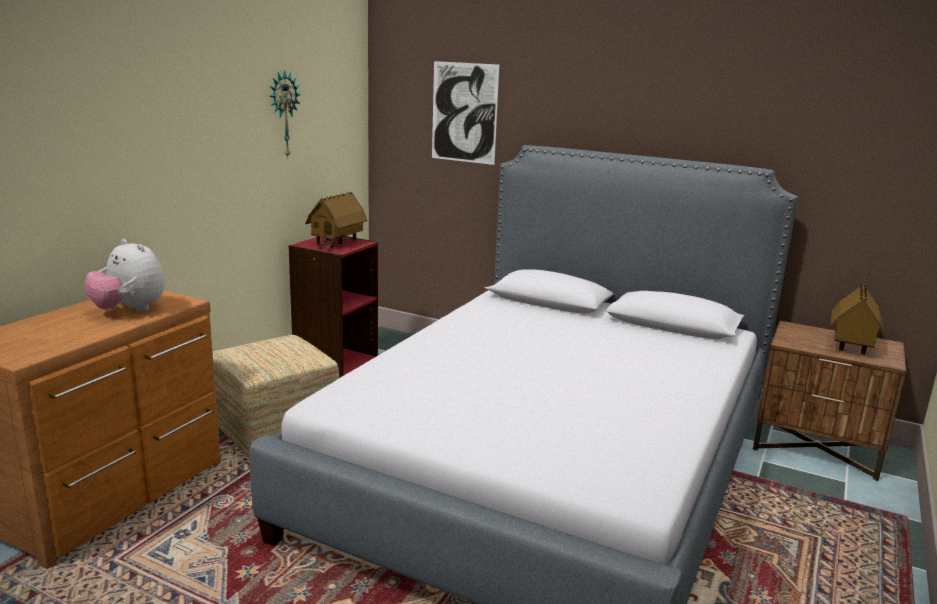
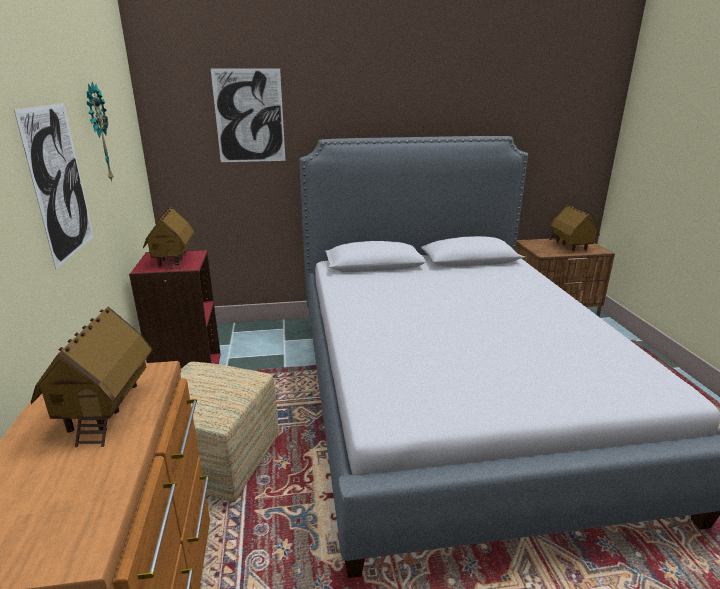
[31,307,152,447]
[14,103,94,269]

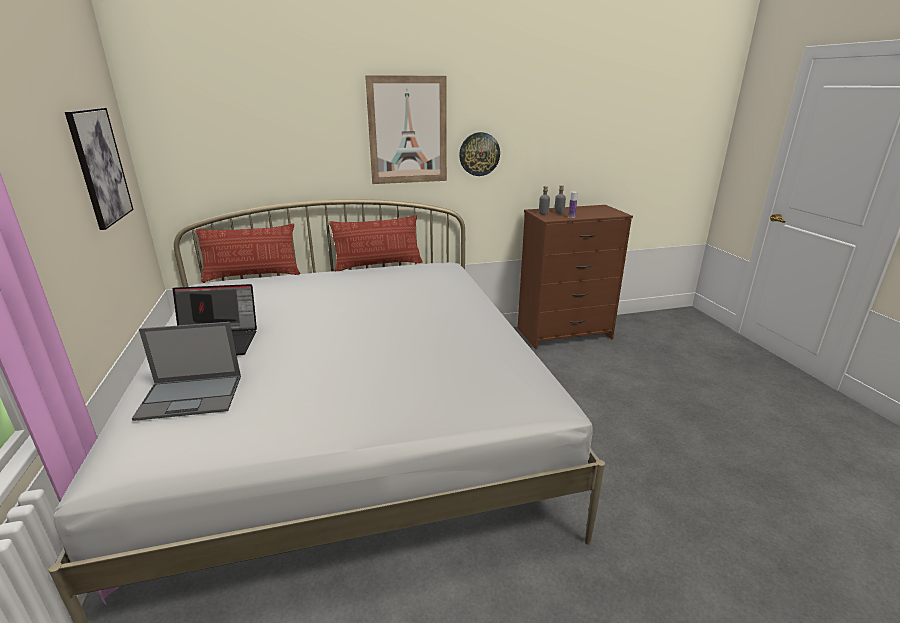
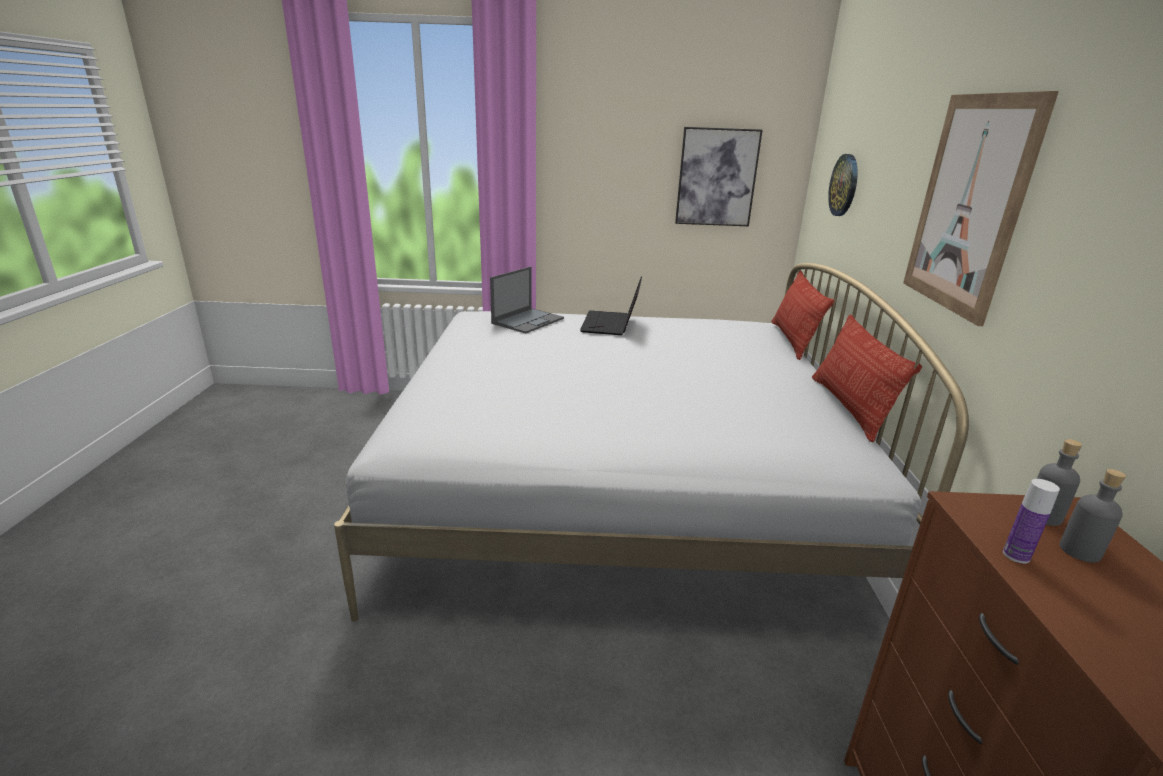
[490,266,564,333]
[828,154,858,216]

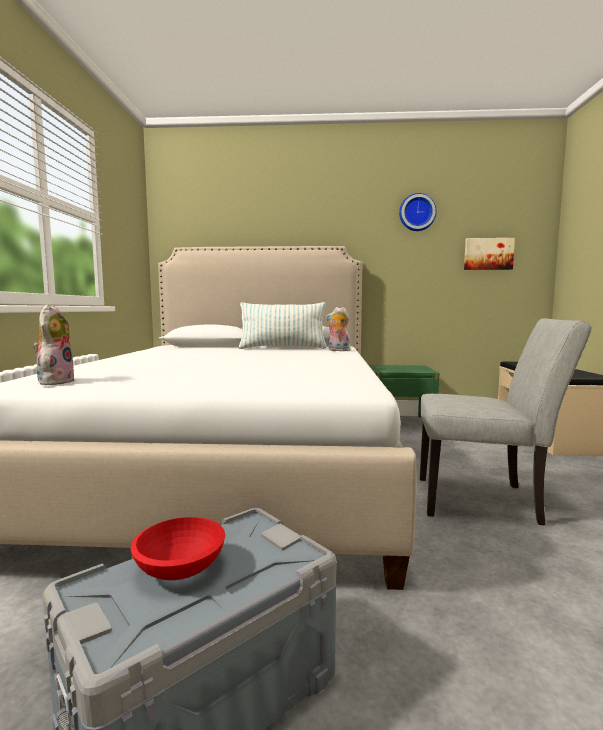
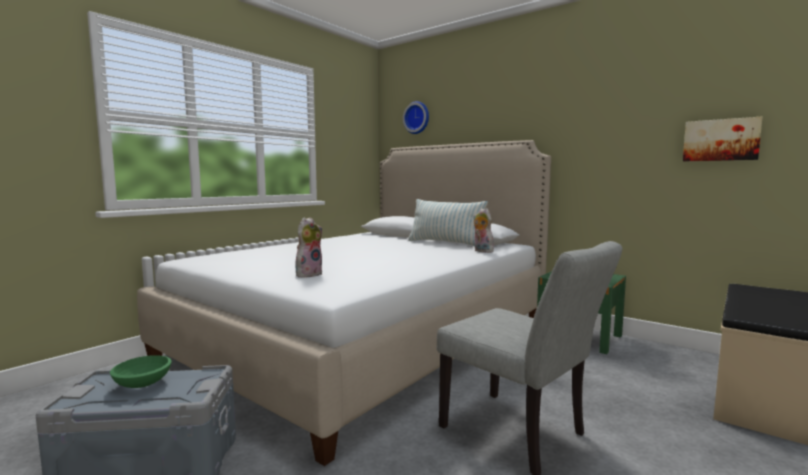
[295,217,322,278]
[110,355,172,388]
[403,101,429,134]

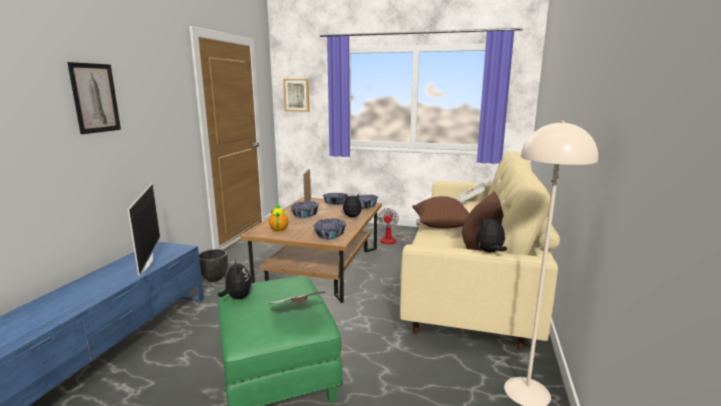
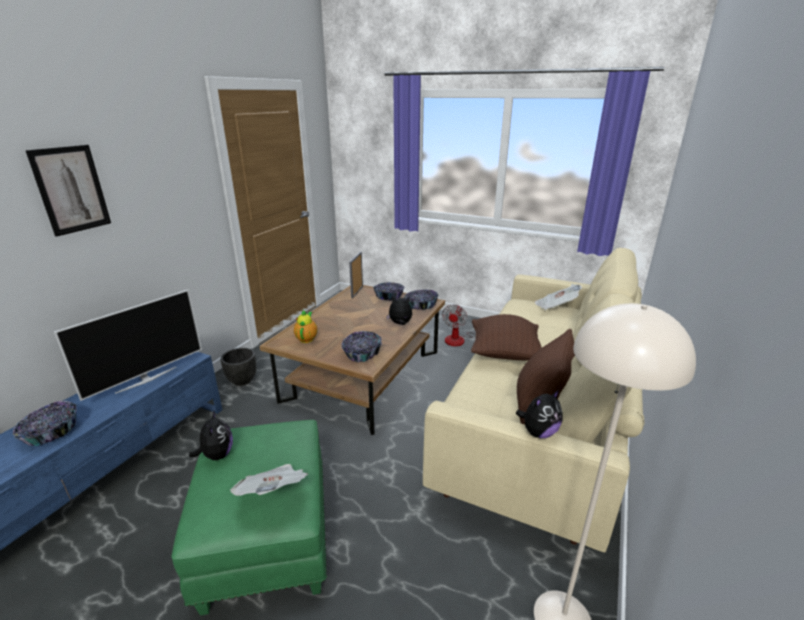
[54,290,202,401]
[283,79,309,112] (first image)
[13,401,77,446]
[516,390,563,438]

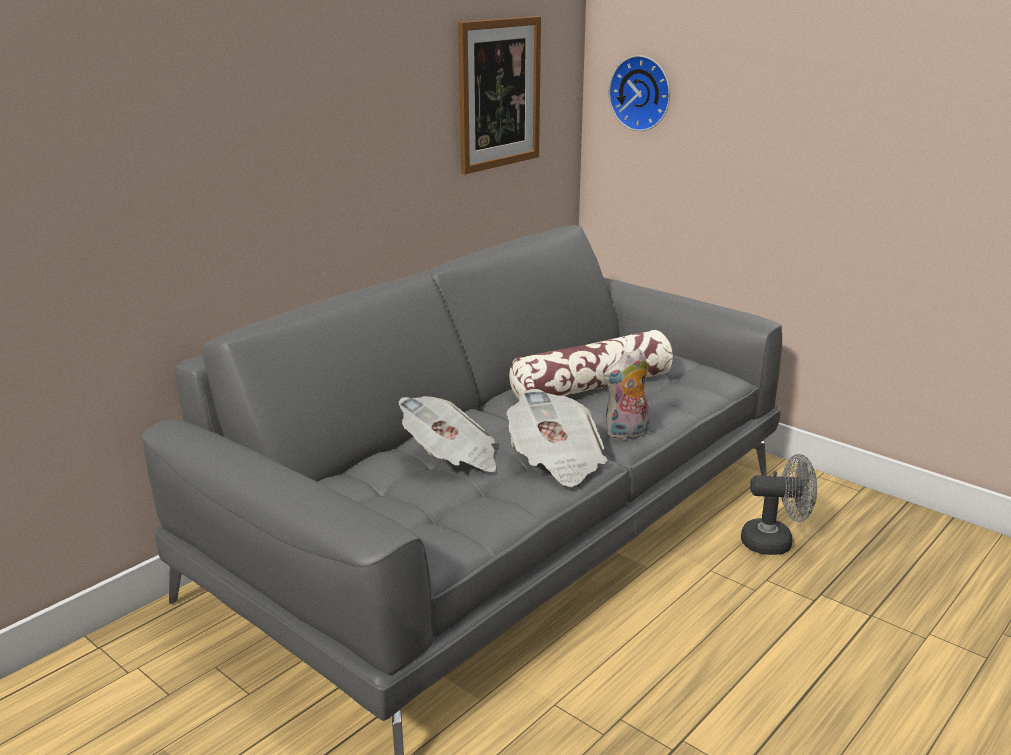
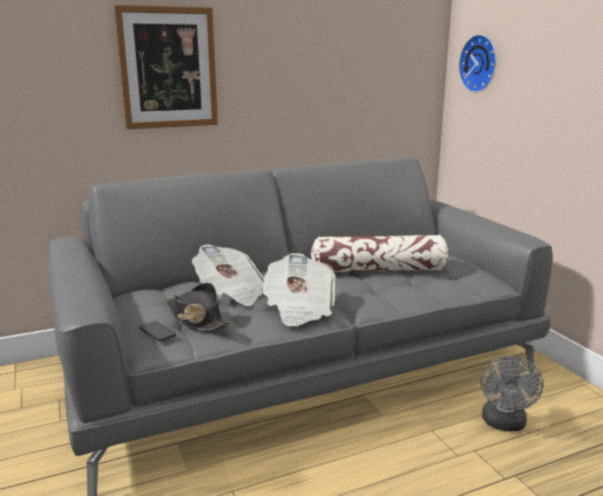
[114,5,218,129]
[603,348,649,440] (first image)
[481,356,543,431]
[139,321,176,341]
[165,283,233,331]

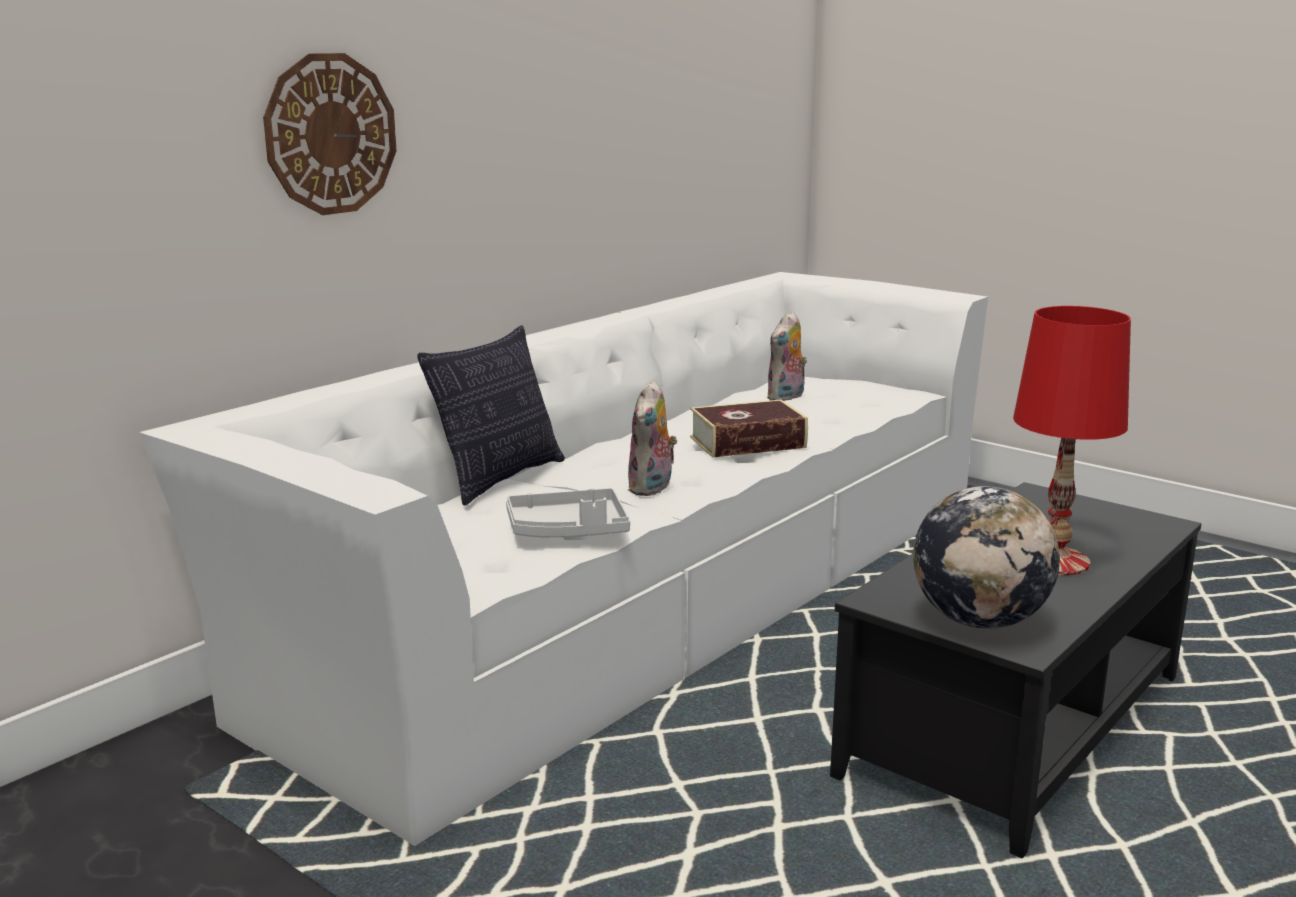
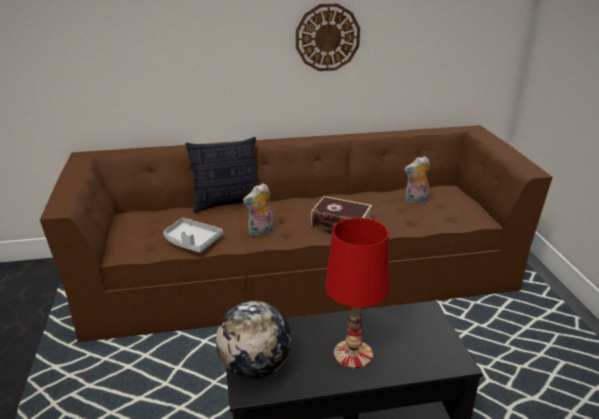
[40,125,553,342]
[296,4,360,71]

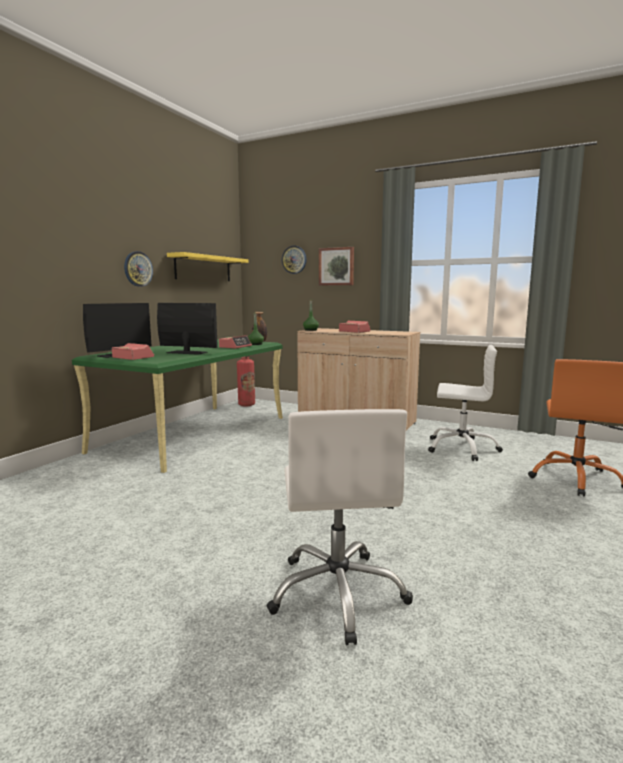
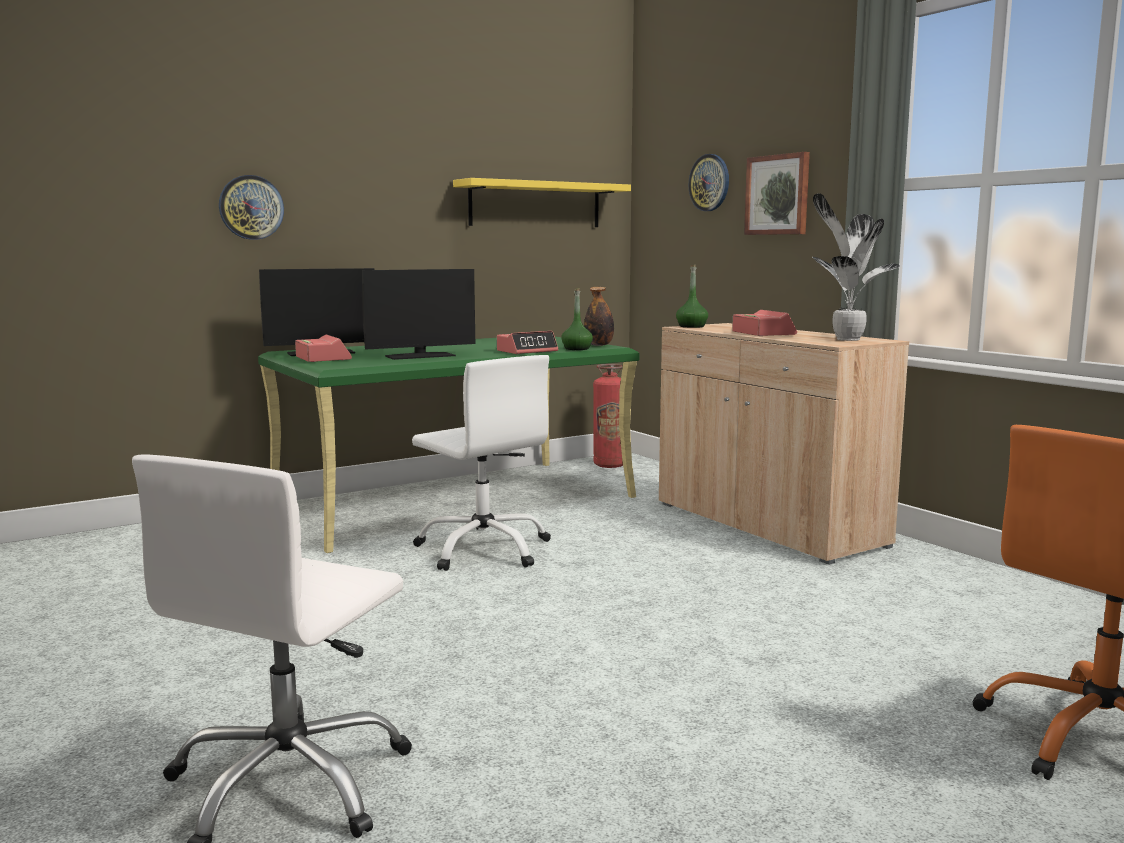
[219,175,284,240]
[362,269,475,360]
[412,355,551,571]
[812,193,900,341]

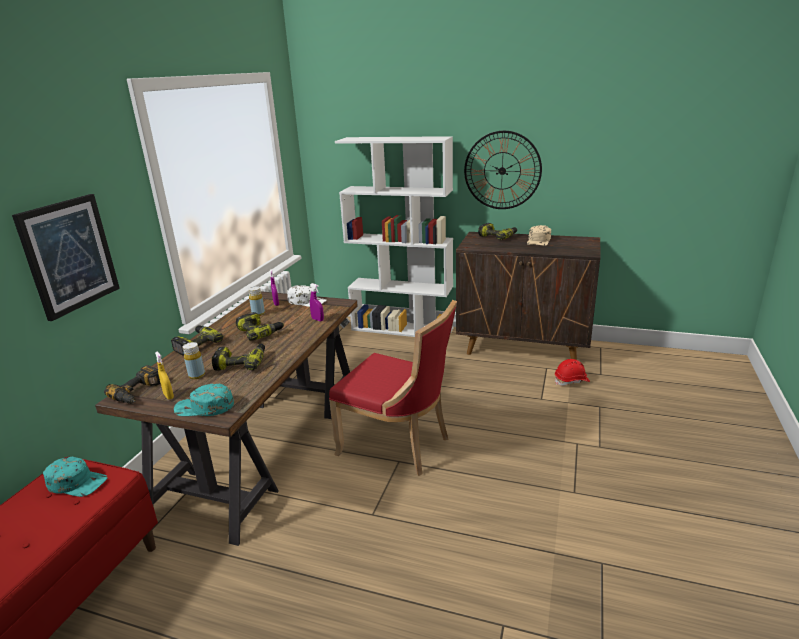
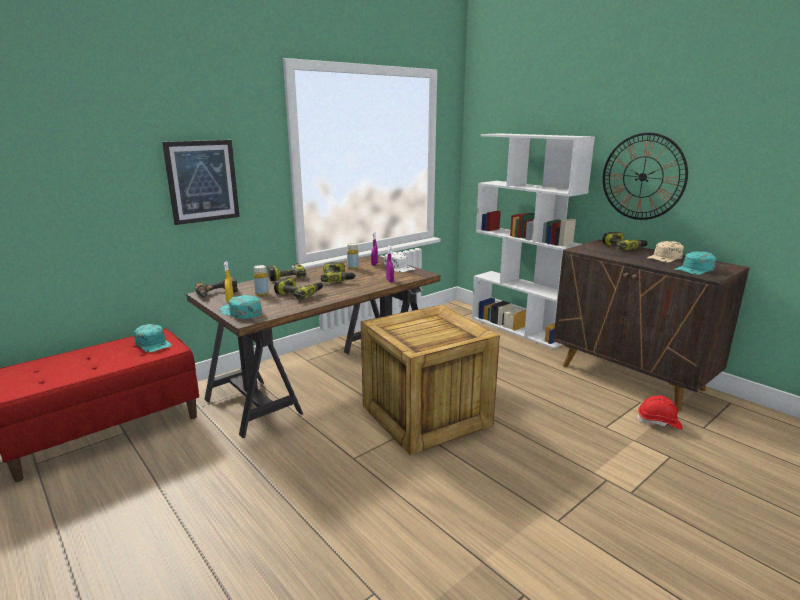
[361,305,500,455]
[674,251,716,275]

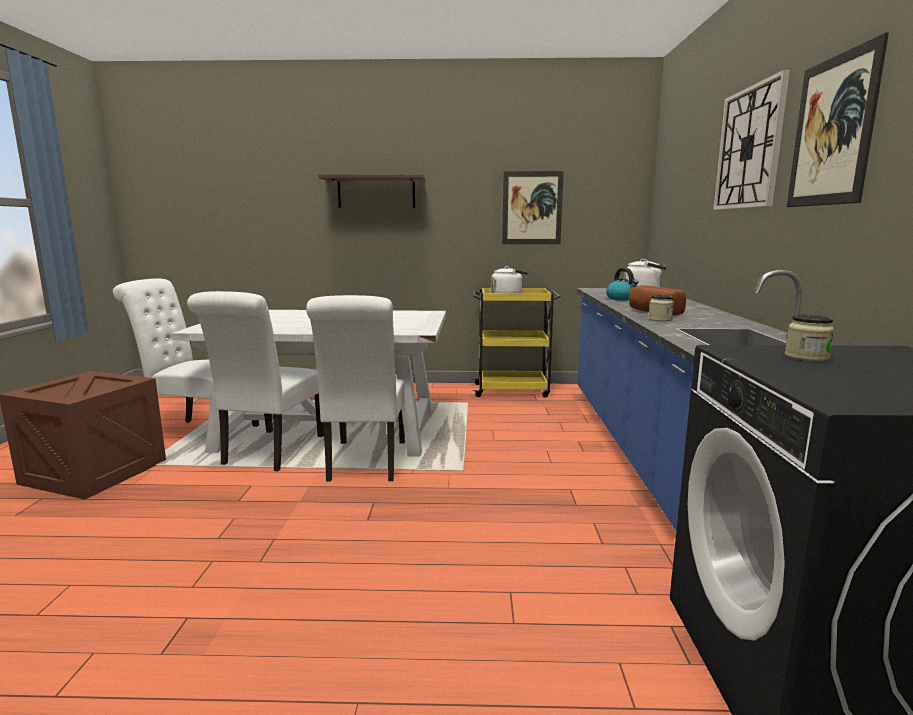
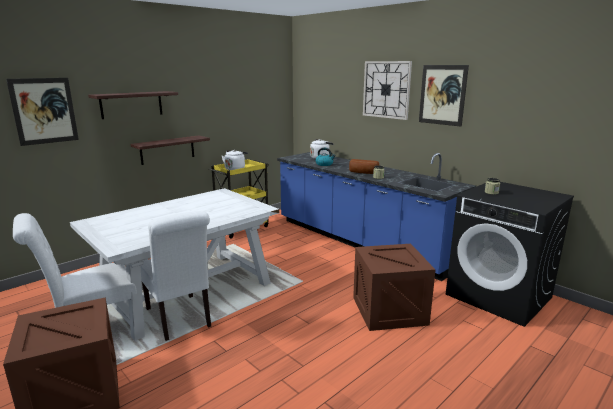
[306,295,405,481] (first image)
[6,78,79,146]
[130,136,210,165]
[353,244,436,331]

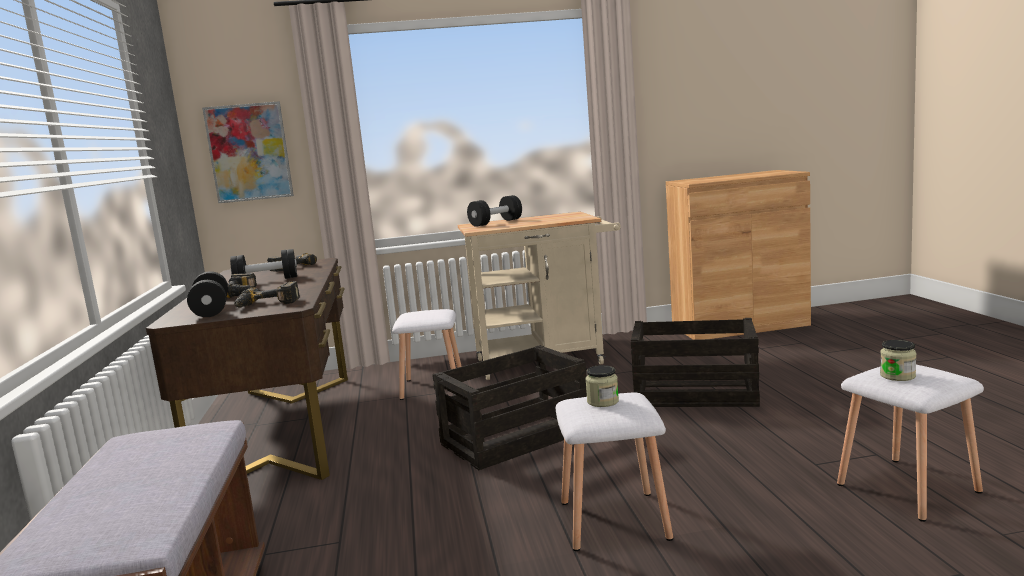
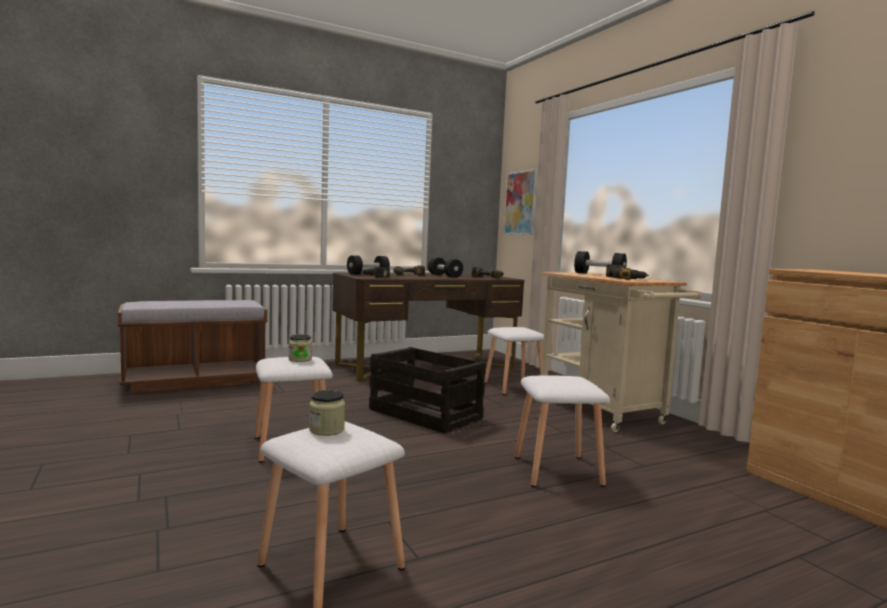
[514,376,610,487]
[606,264,649,280]

